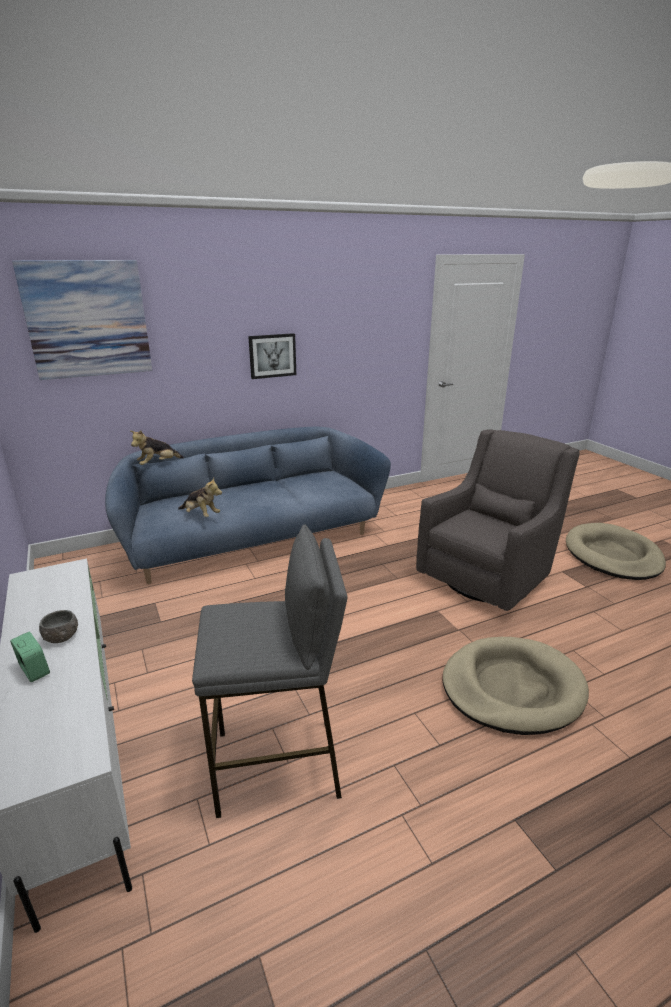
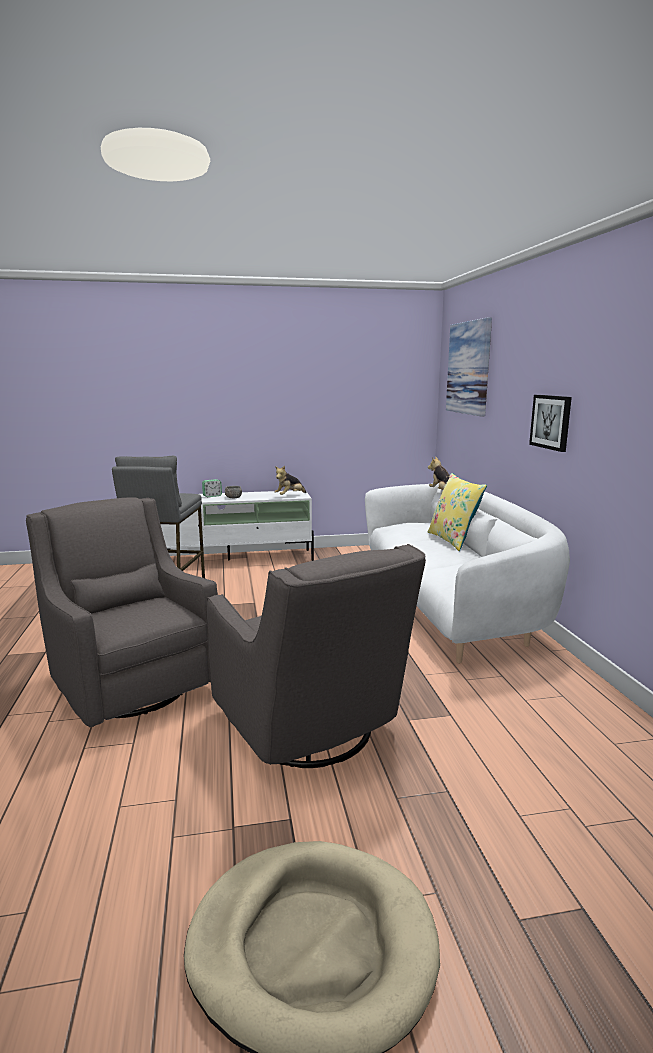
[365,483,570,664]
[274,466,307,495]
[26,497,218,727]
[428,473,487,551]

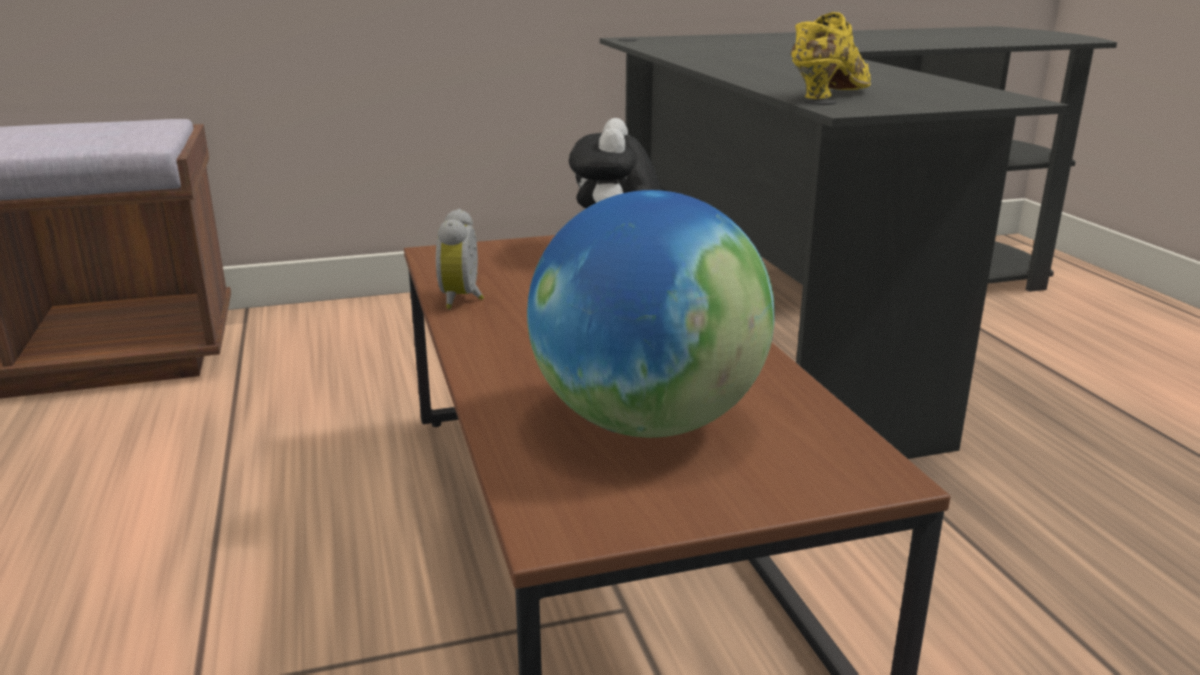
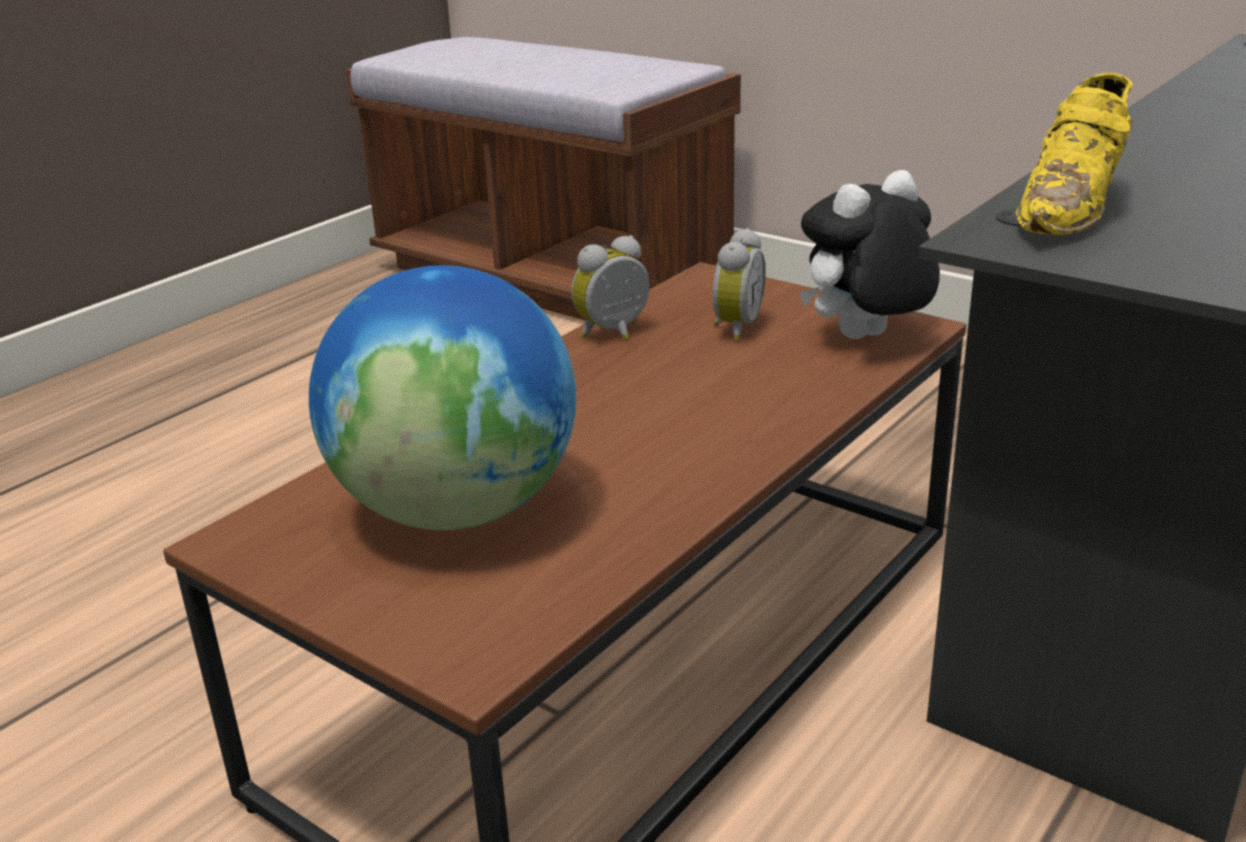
[1016,72,1133,235]
[713,228,766,341]

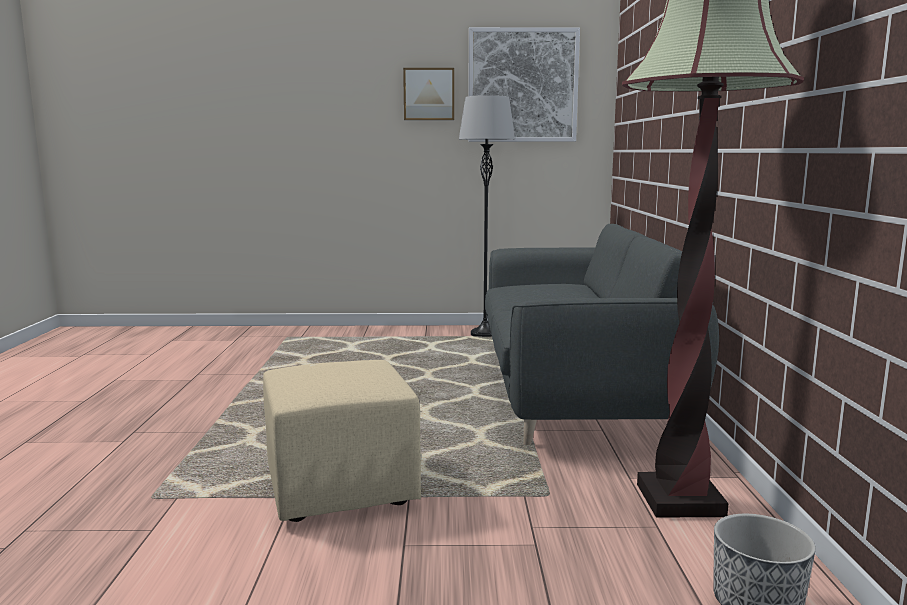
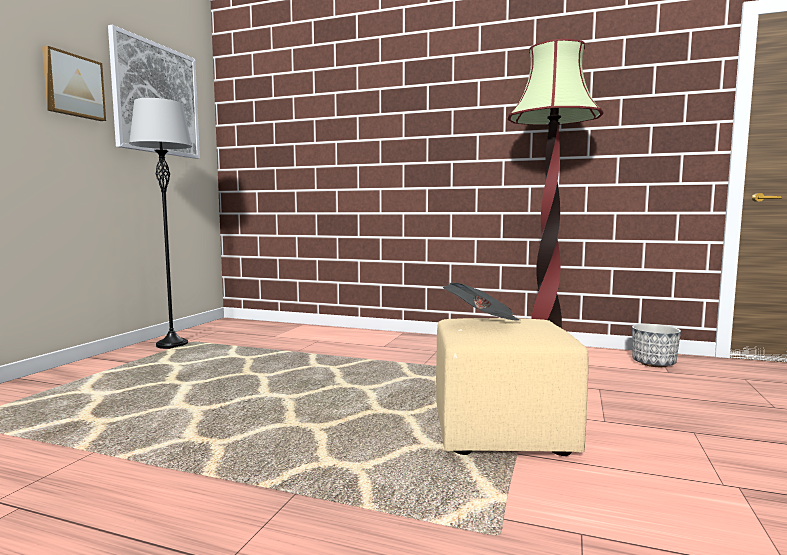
[485,224,719,445] (first image)
[443,283,520,321]

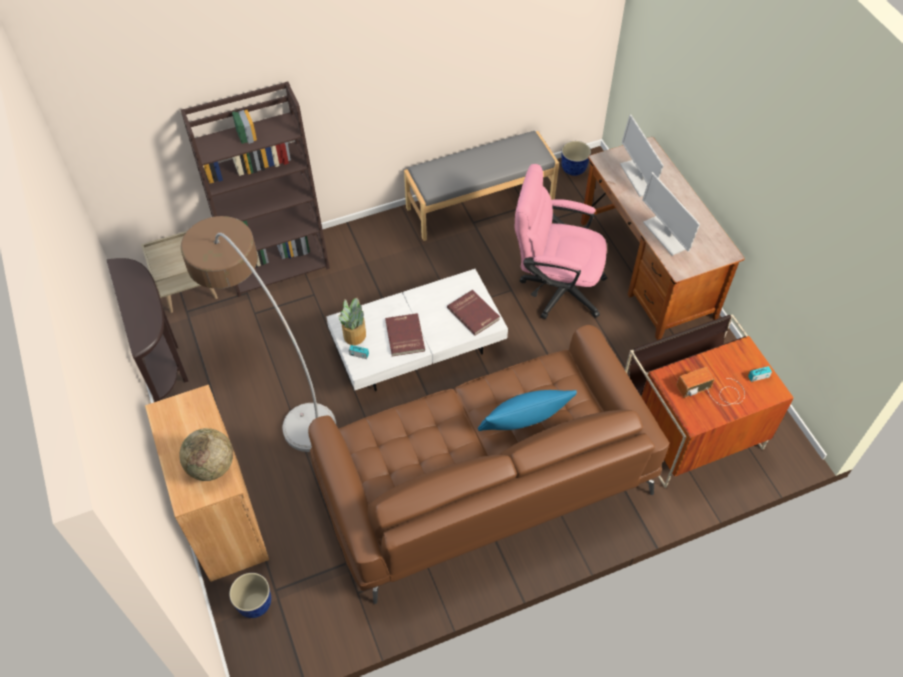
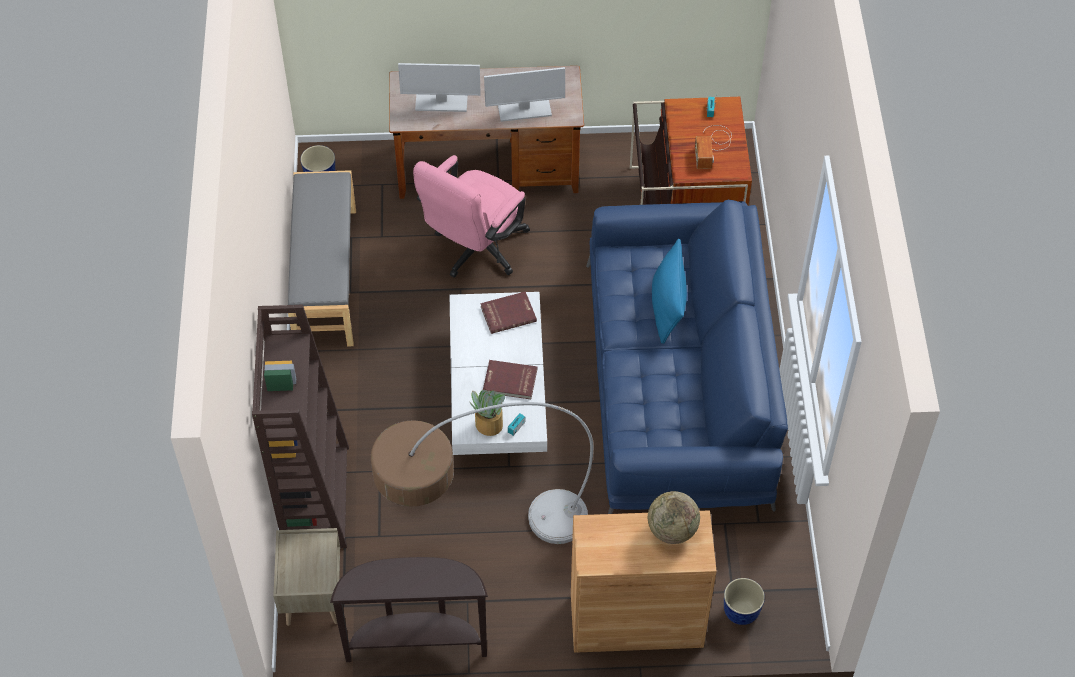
[586,200,788,514]

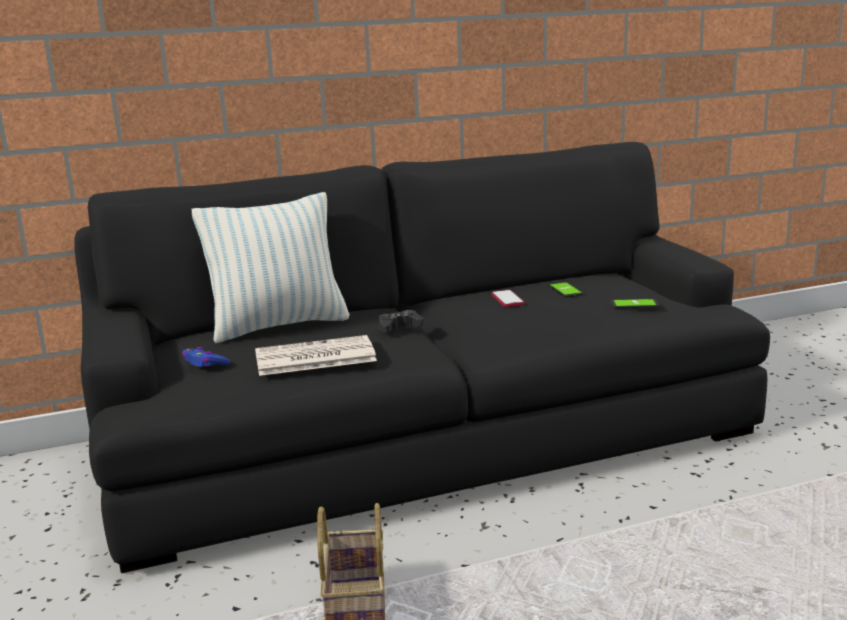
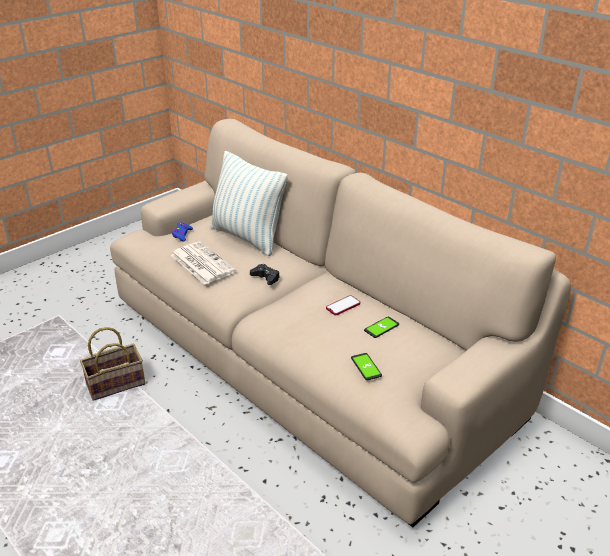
[110,119,571,527]

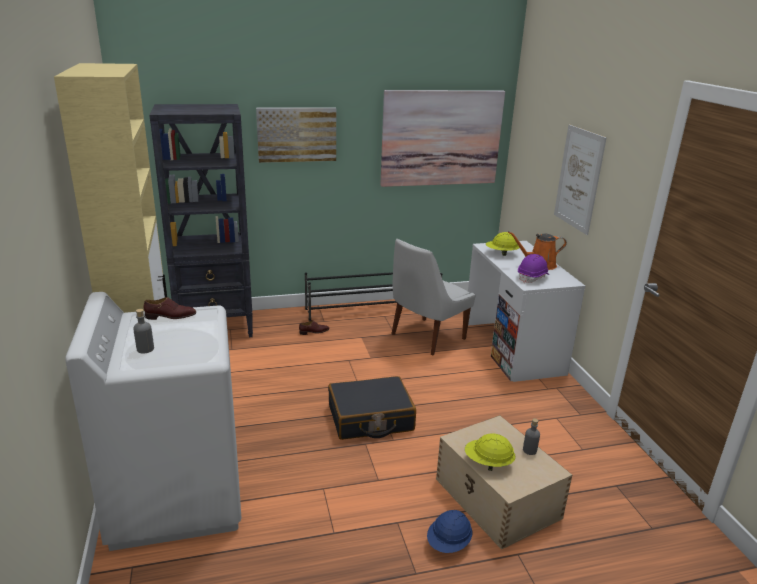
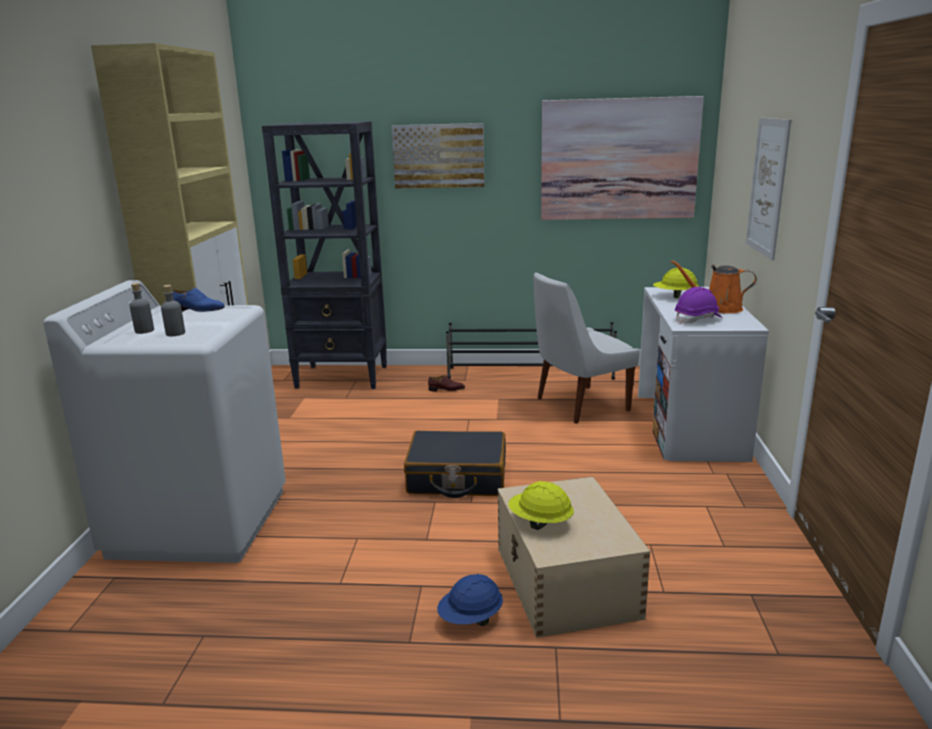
[172,288,225,312]
[161,285,185,336]

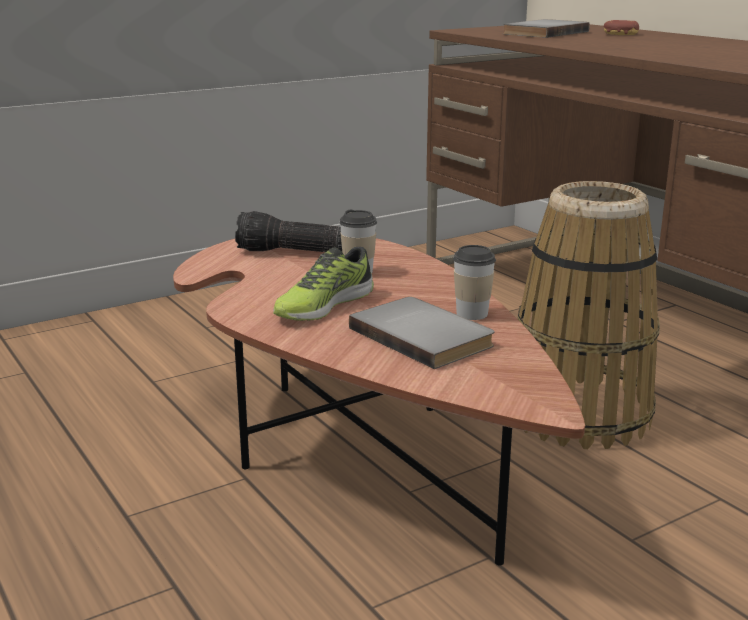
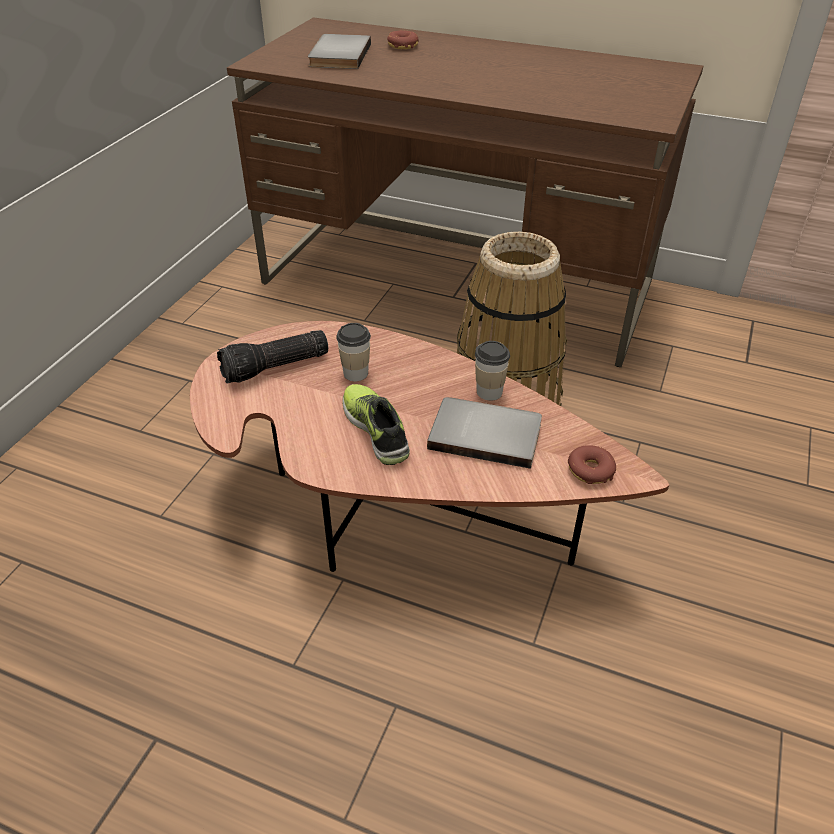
[342,384,410,465]
[568,445,616,484]

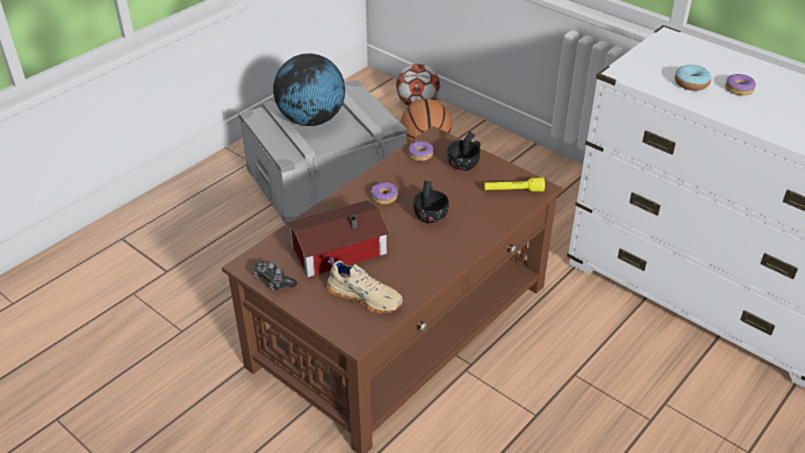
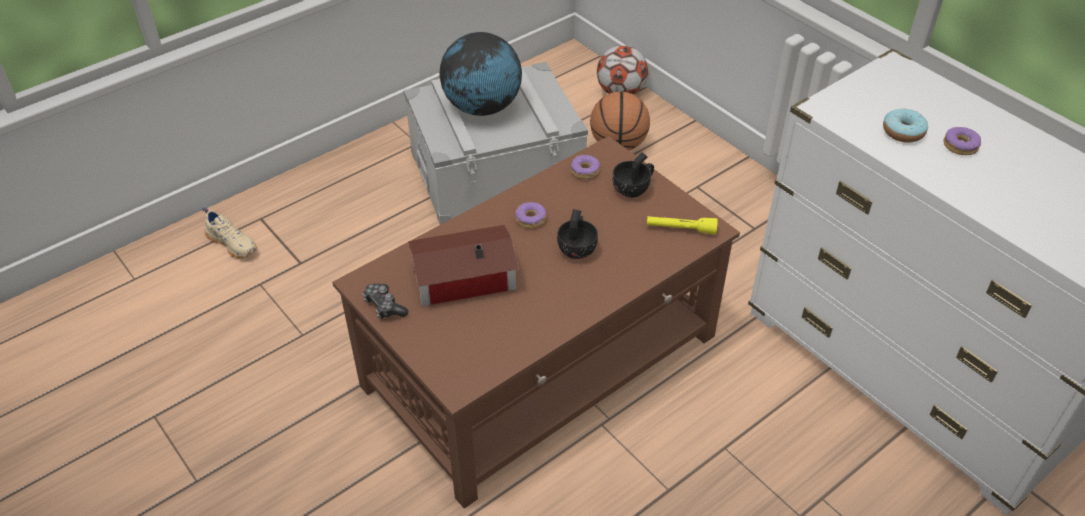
[202,207,257,259]

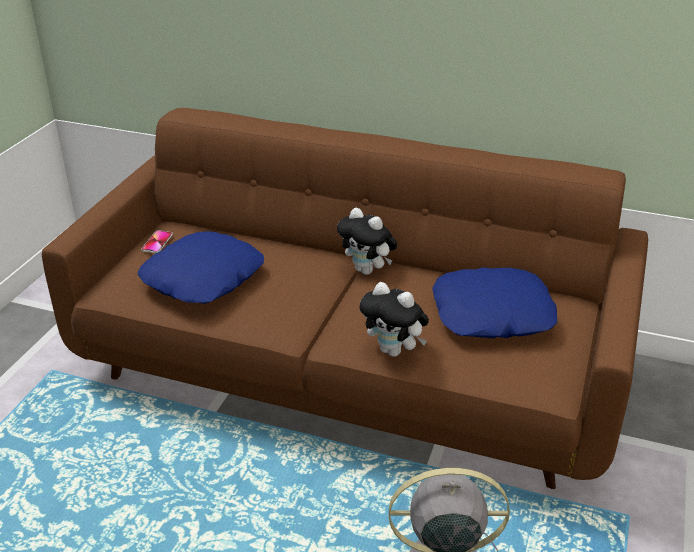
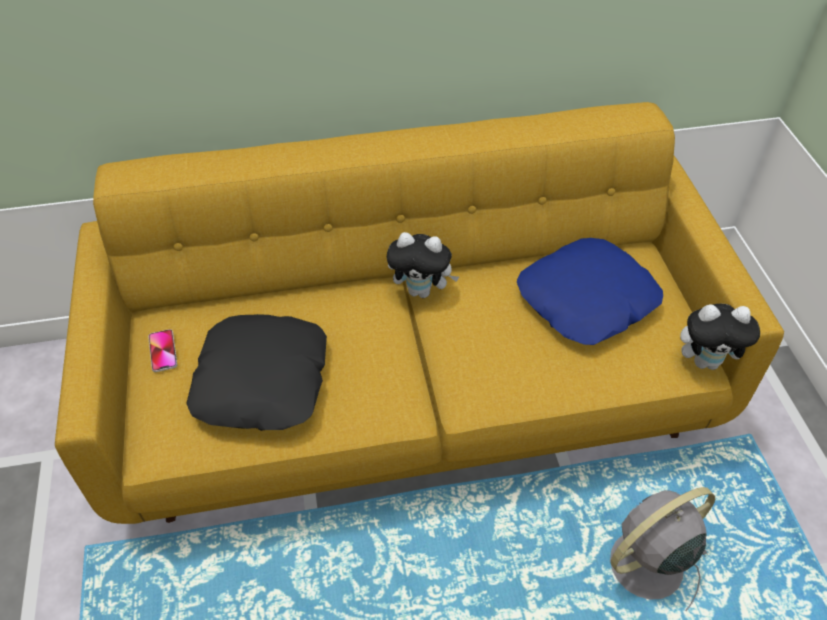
[55,102,784,524]
[186,314,327,431]
[680,304,760,370]

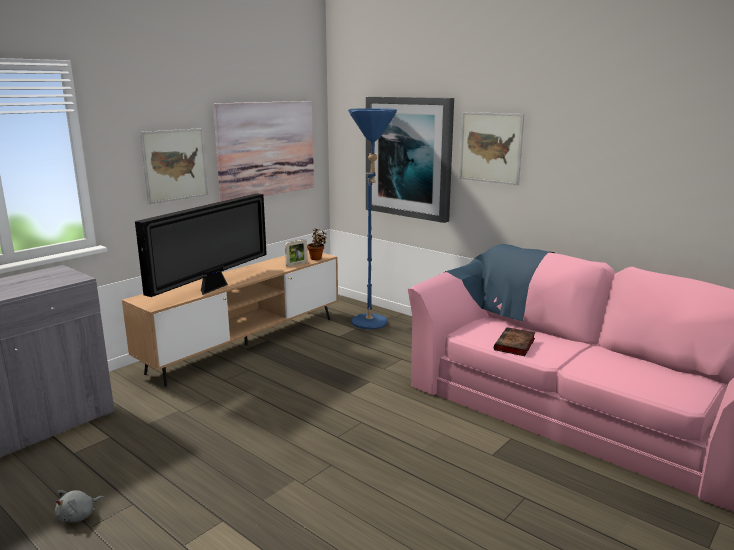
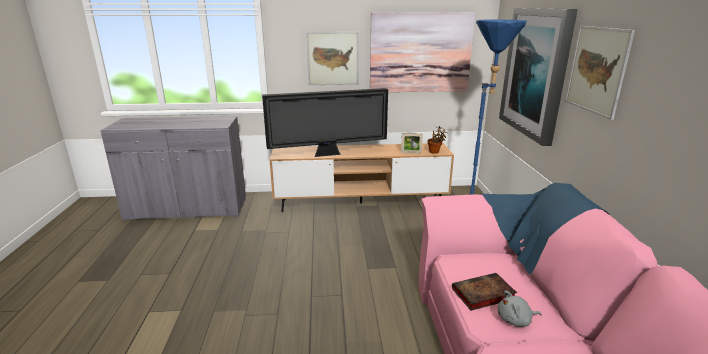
[498,290,542,327]

